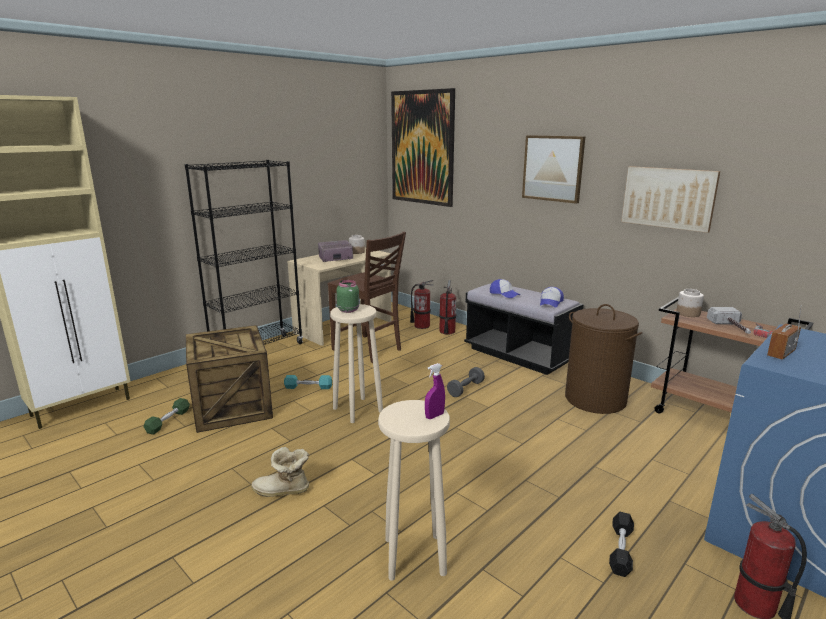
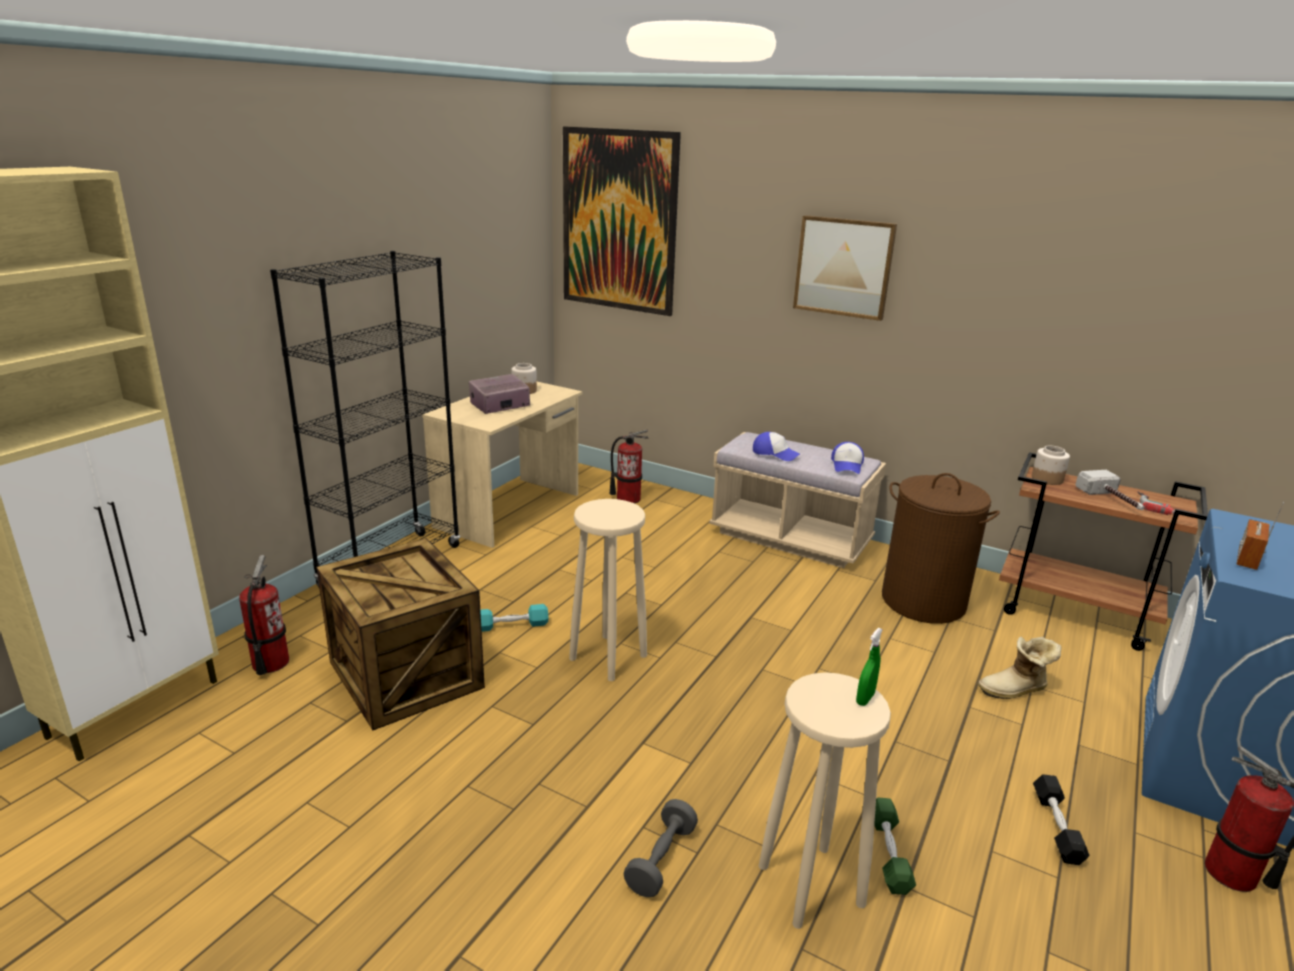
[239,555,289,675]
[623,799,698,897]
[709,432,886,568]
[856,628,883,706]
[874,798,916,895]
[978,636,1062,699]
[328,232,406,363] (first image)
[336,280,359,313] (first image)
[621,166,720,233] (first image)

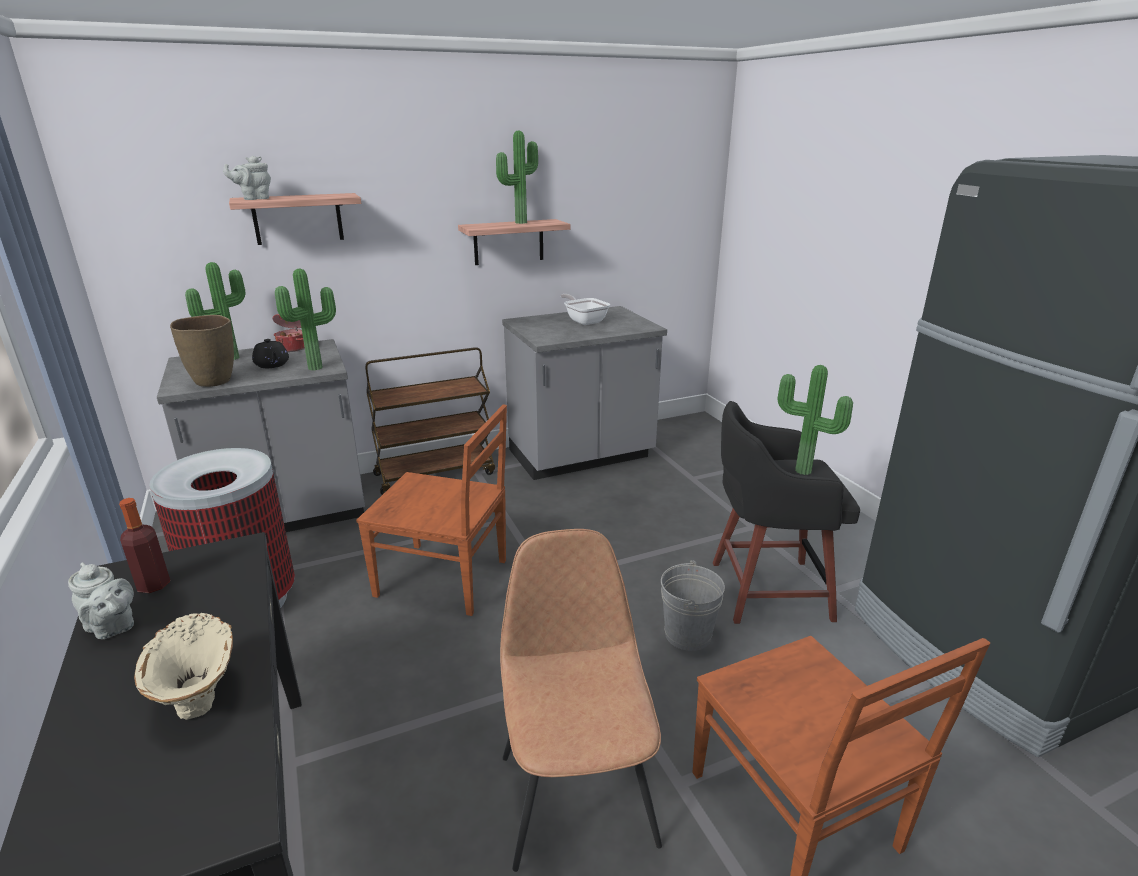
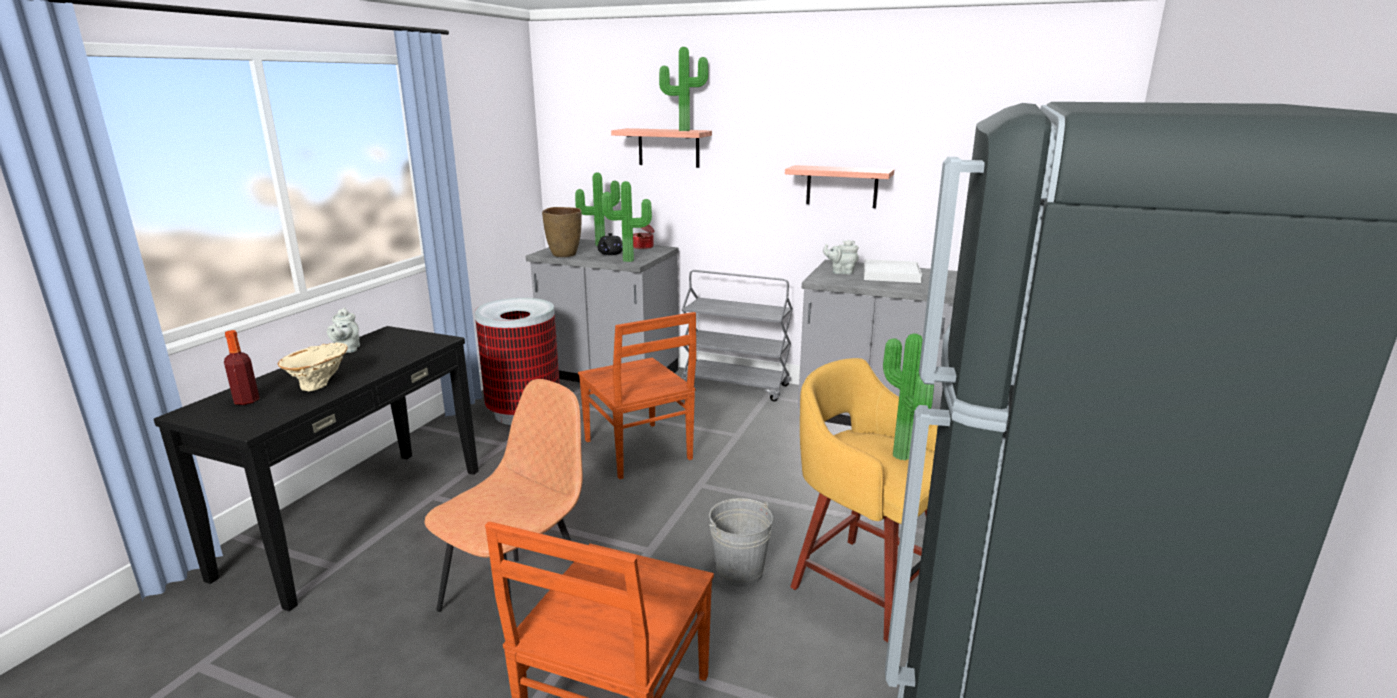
[224,330,260,405]
[659,47,708,131]
[681,270,793,401]
[790,358,938,642]
[823,240,859,275]
[864,259,922,283]

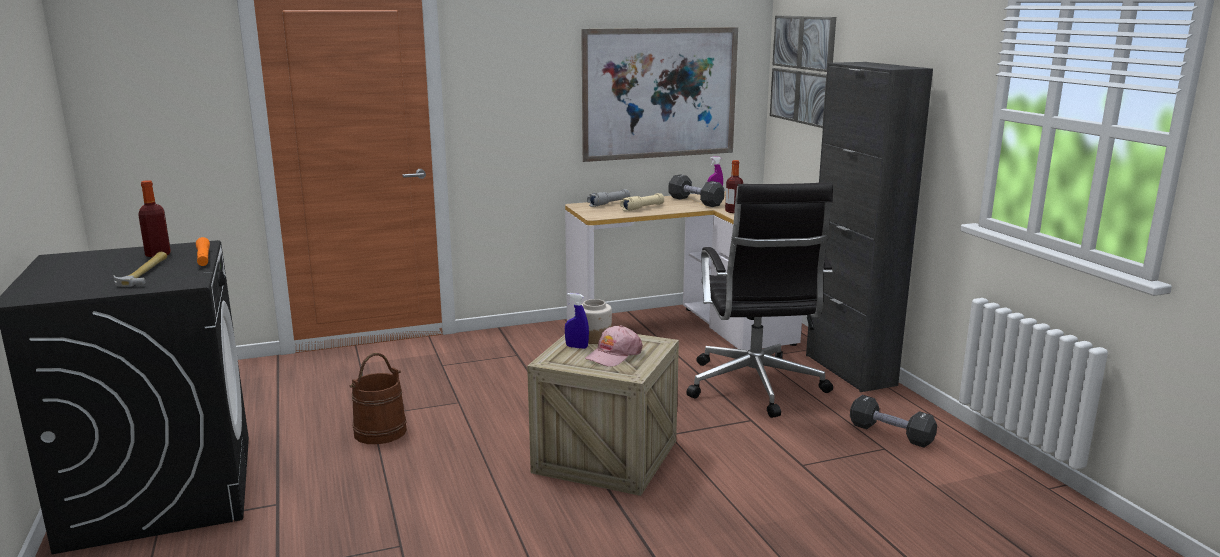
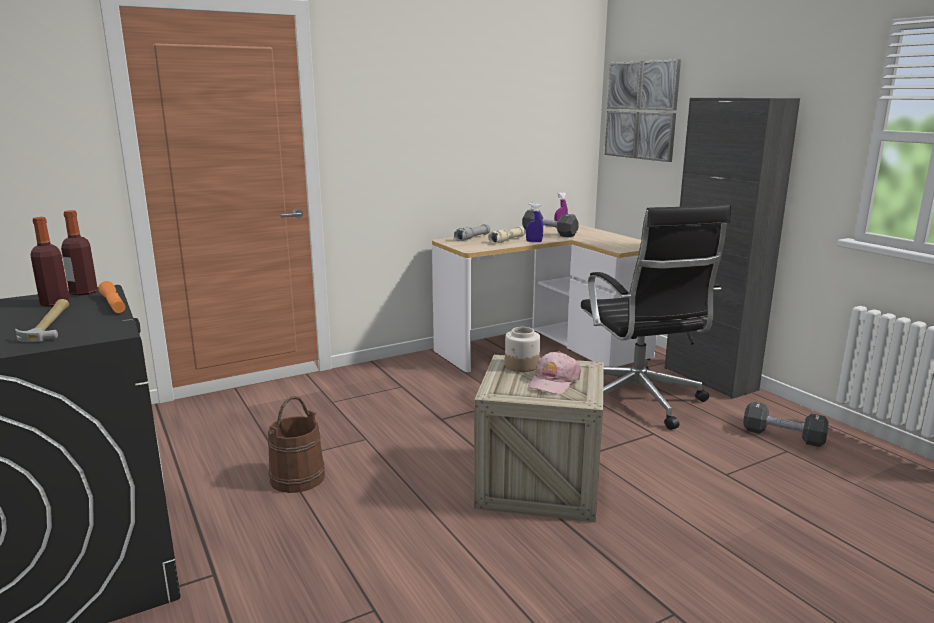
[61,210,97,296]
[526,203,543,242]
[581,27,738,162] (first image)

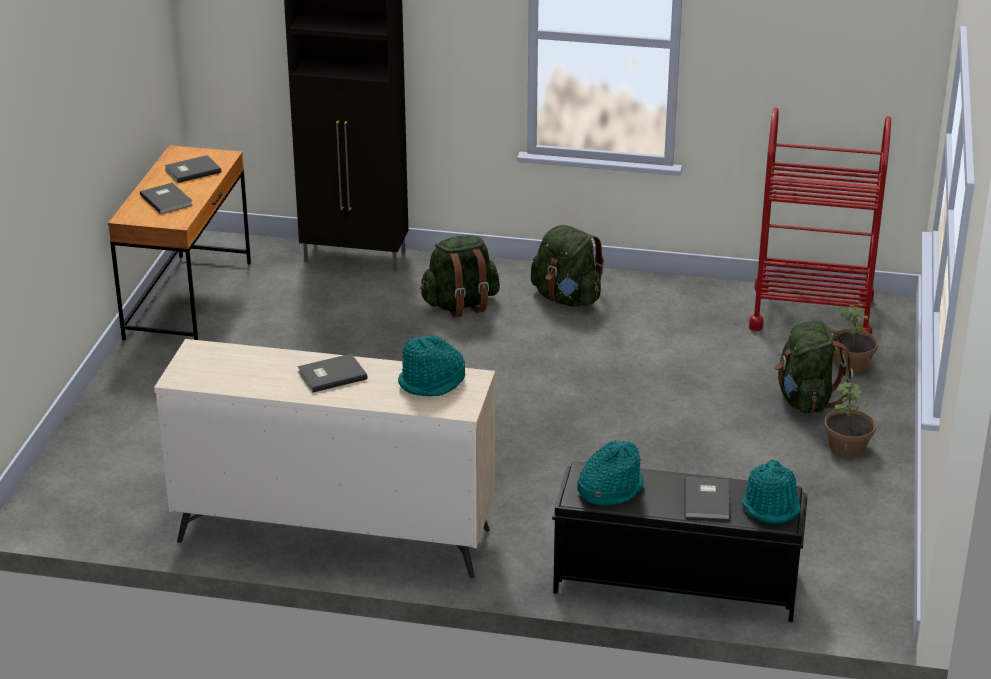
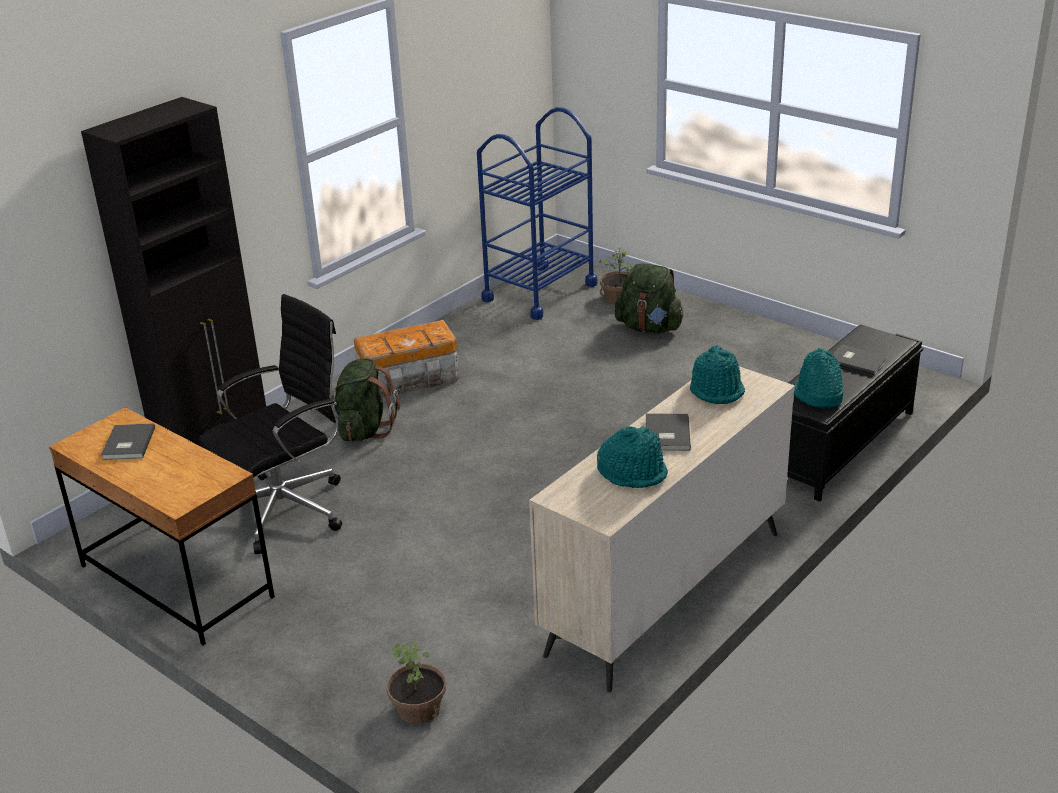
[199,294,342,554]
[354,320,459,398]
[386,642,446,724]
[477,107,597,320]
[597,426,668,488]
[140,183,193,214] (first image)

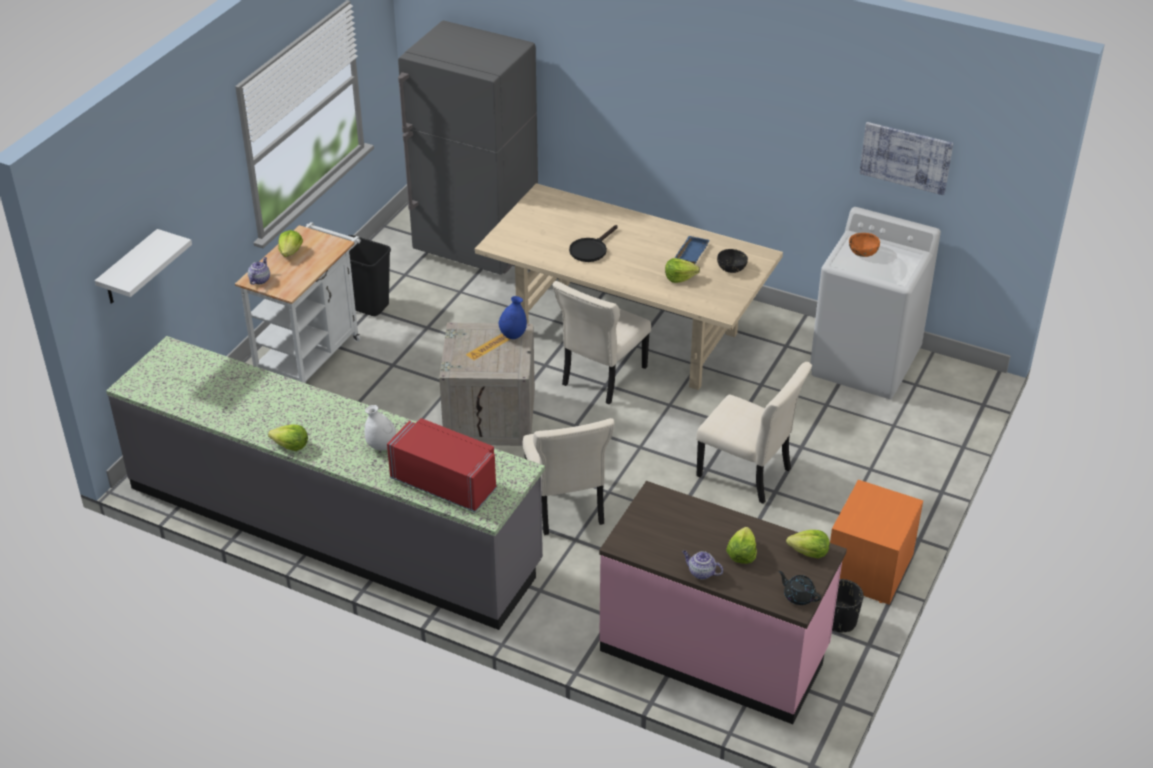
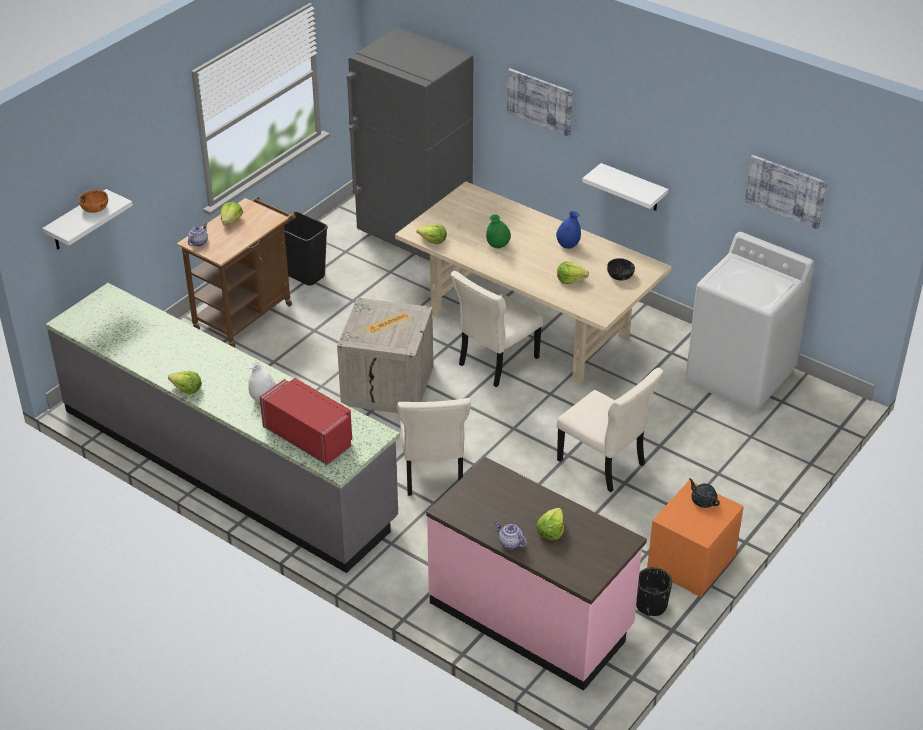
[78,190,108,213]
[177,196,296,348]
[417,224,447,244]
[486,214,511,248]
[507,68,573,137]
[556,211,581,249]
[582,163,669,211]
[689,478,720,508]
[675,236,709,264] (first image)

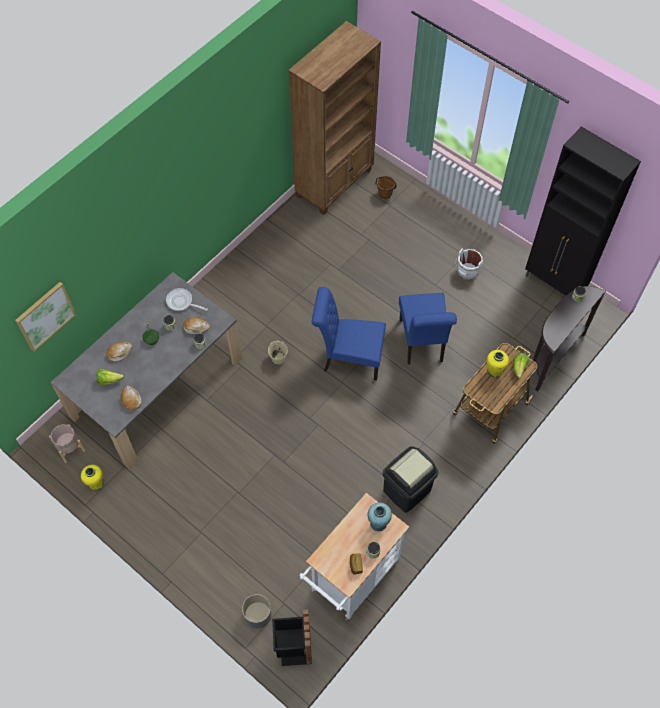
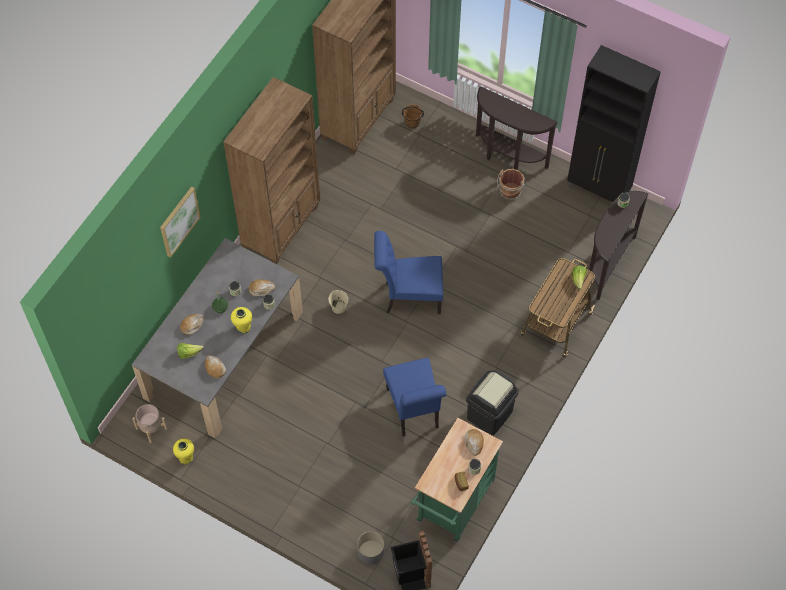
[160,187,201,257]
[223,77,320,264]
[231,307,252,334]
[383,358,446,437]
[411,418,503,543]
[465,429,484,456]
[476,86,558,170]
[497,169,525,200]
[166,288,208,311] (first image)

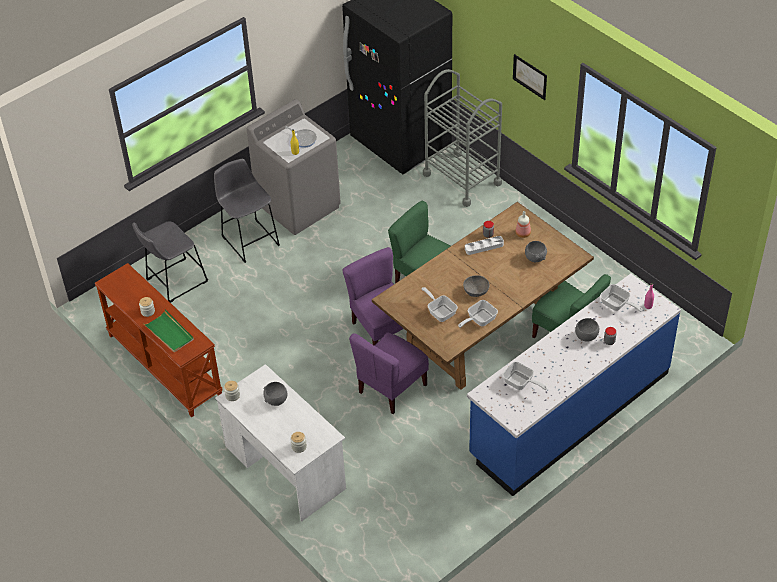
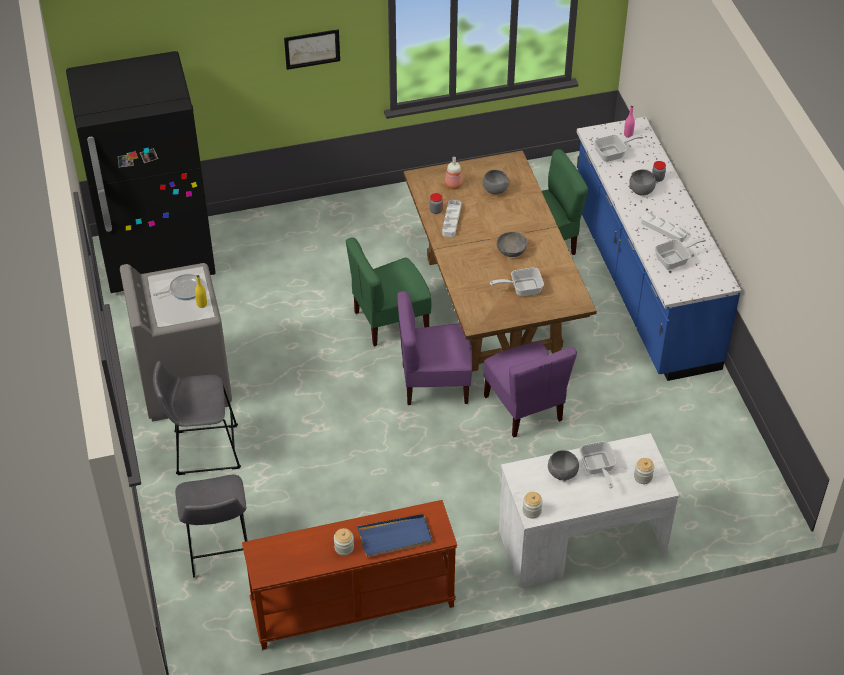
[358,514,433,557]
[580,441,617,489]
[641,212,687,242]
[423,69,502,207] (first image)

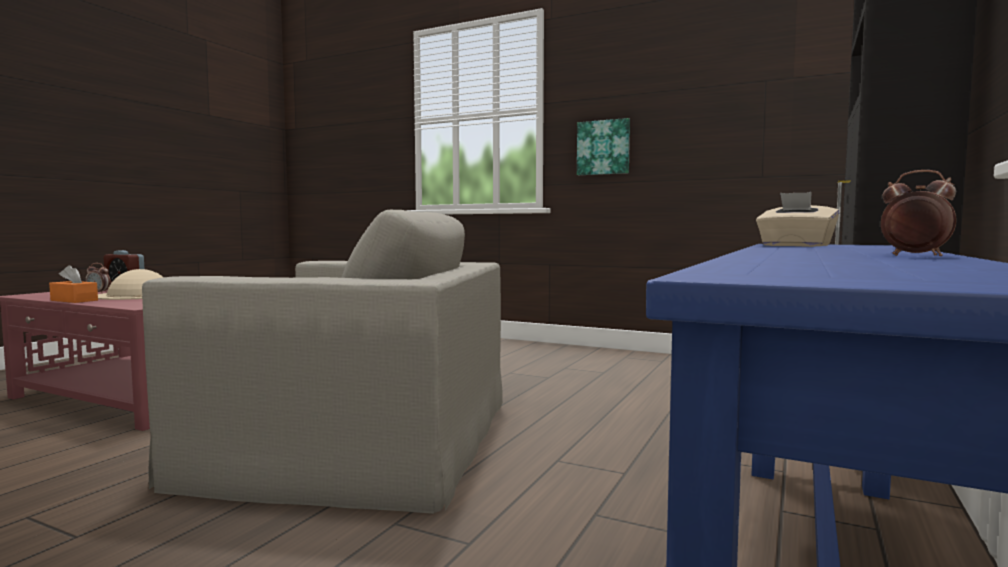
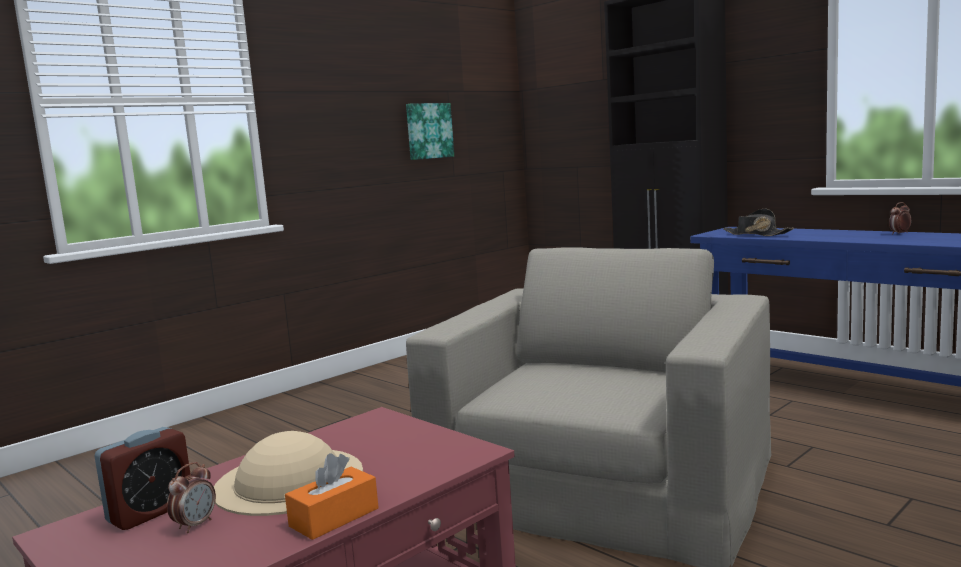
[406,103,454,160]
[723,209,794,236]

